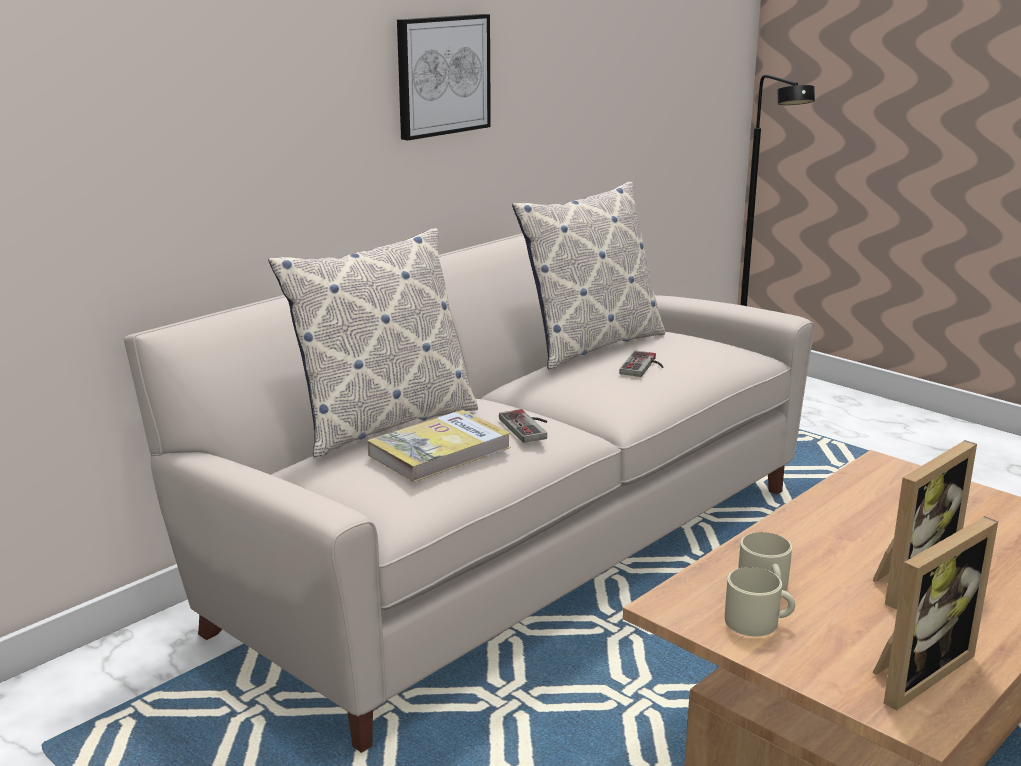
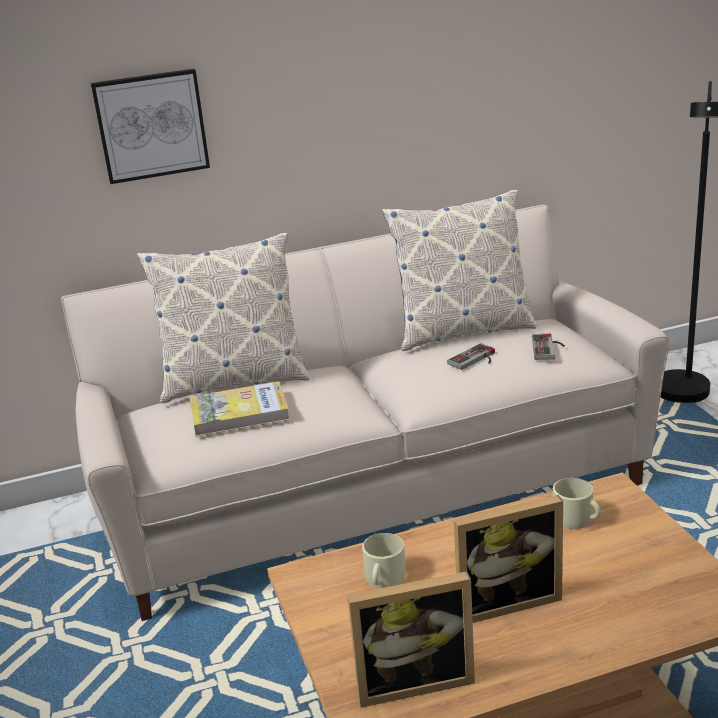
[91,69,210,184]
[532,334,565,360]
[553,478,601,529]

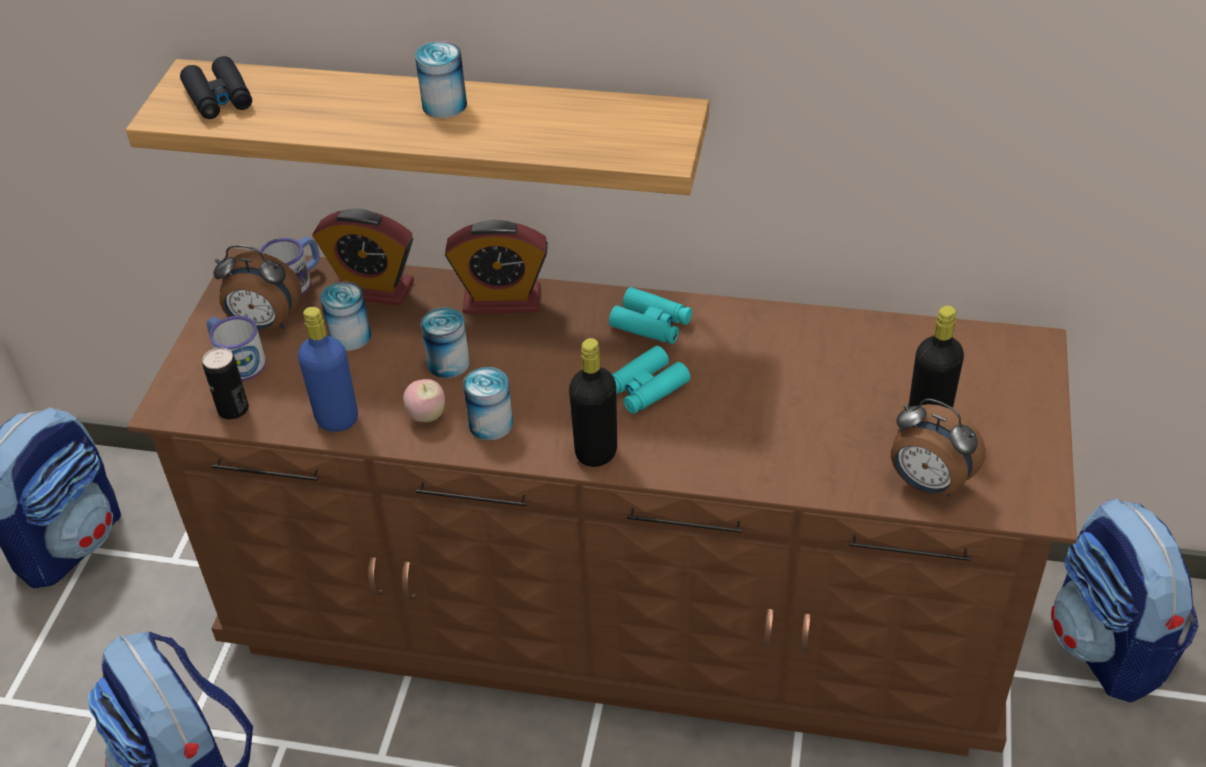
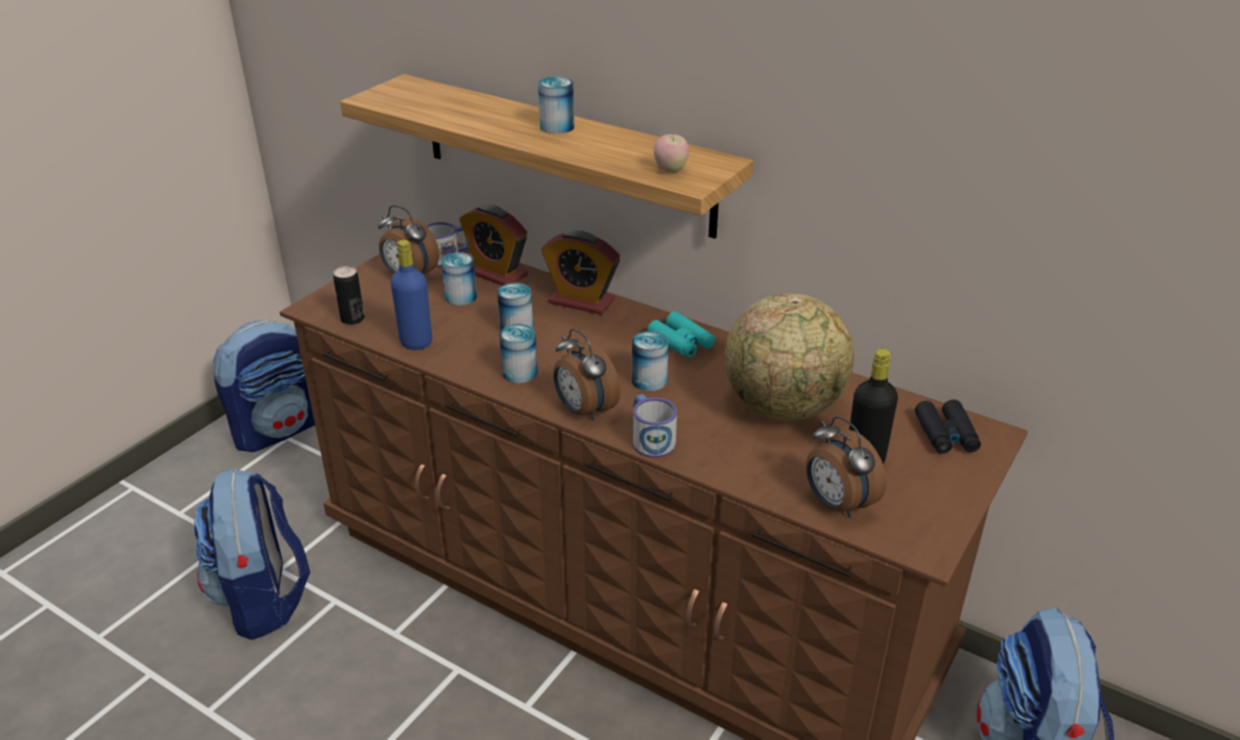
[553,328,620,421]
[632,331,669,391]
[633,394,677,458]
[654,134,689,172]
[724,293,854,420]
[915,400,981,454]

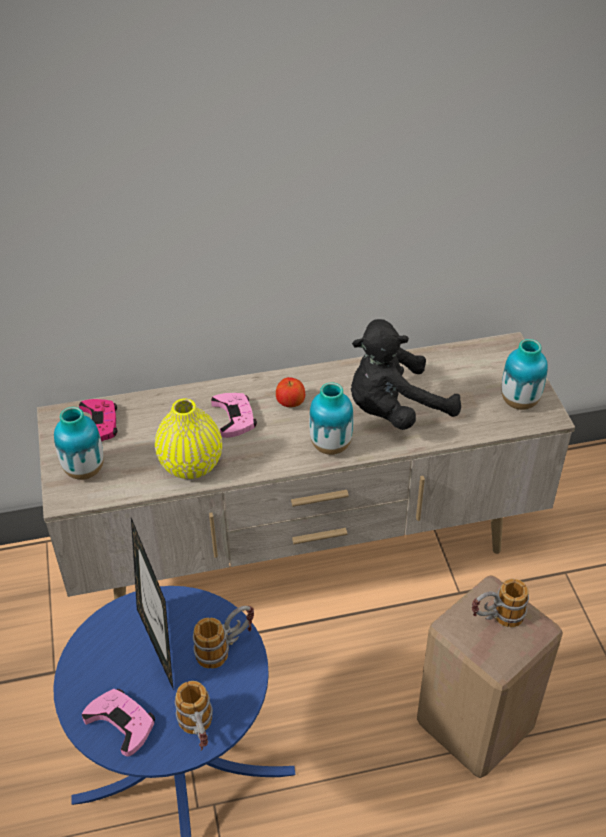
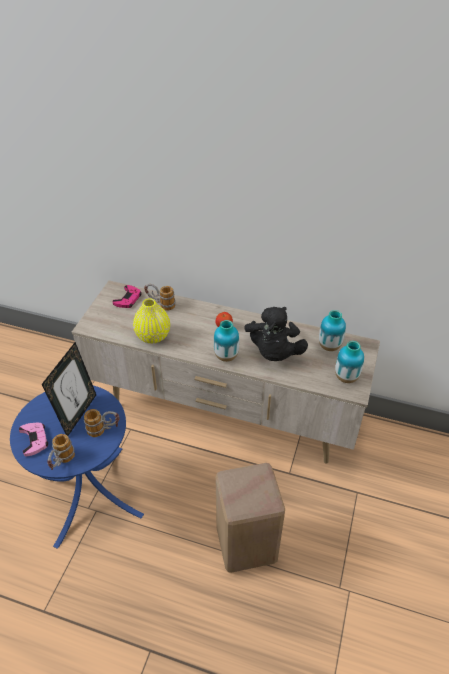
[144,284,175,311]
[245,307,308,361]
[319,310,346,351]
[211,393,257,438] (first image)

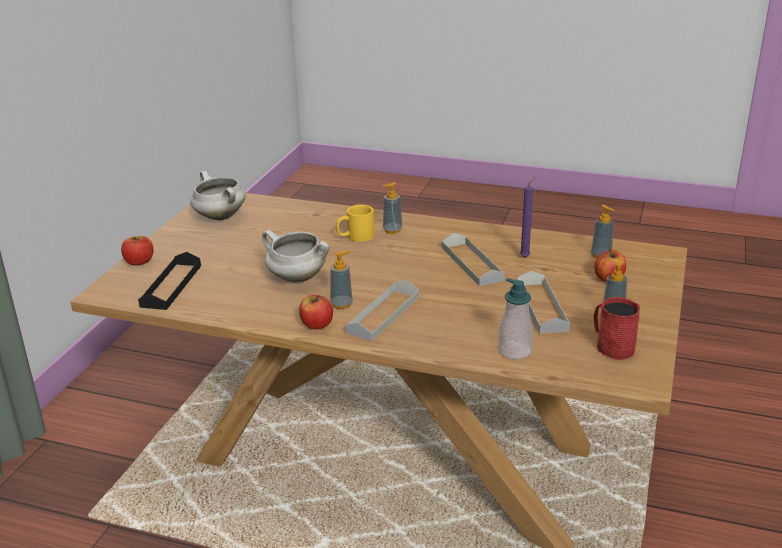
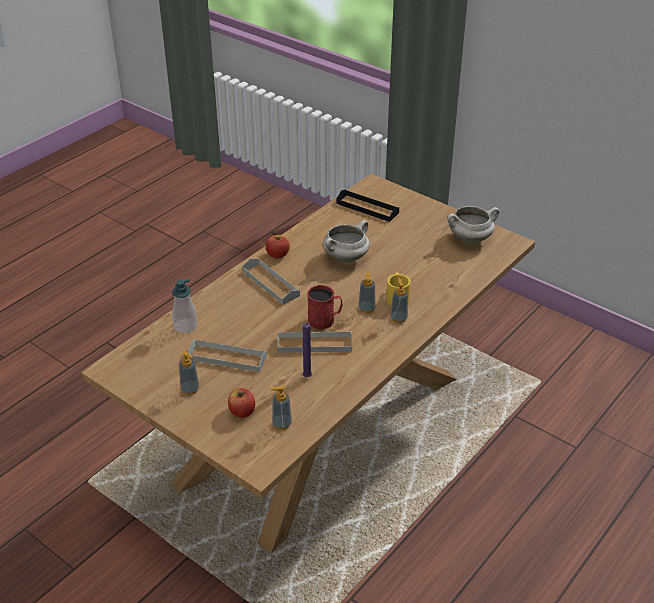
[307,285,342,329]
[358,271,376,313]
[121,236,154,266] (first image)

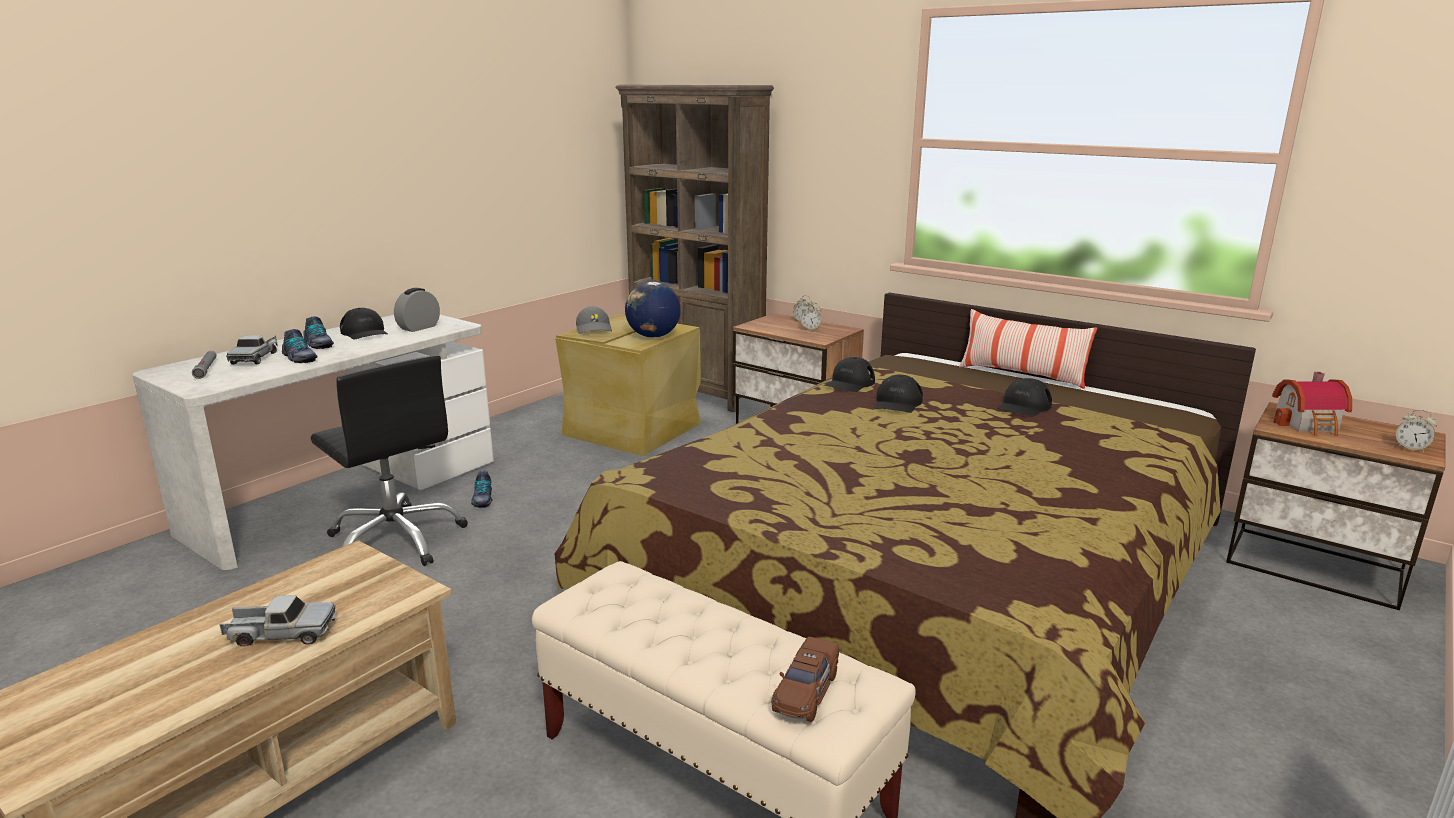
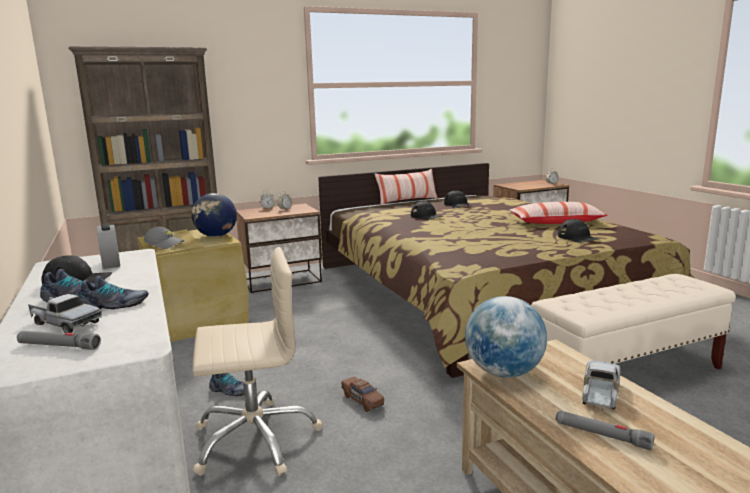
[193,247,323,477]
[341,377,384,412]
[465,296,547,378]
[509,202,608,224]
[556,410,655,450]
[558,219,600,243]
[1272,372,1352,436] (first image)

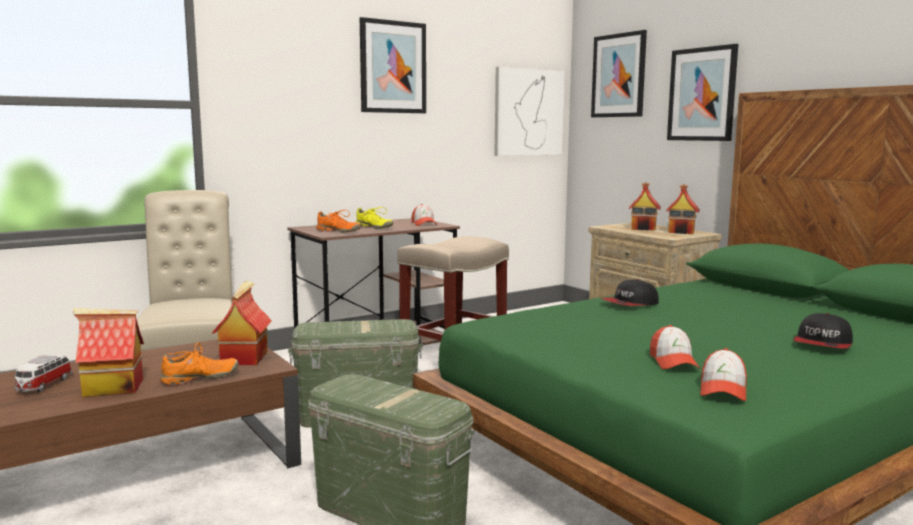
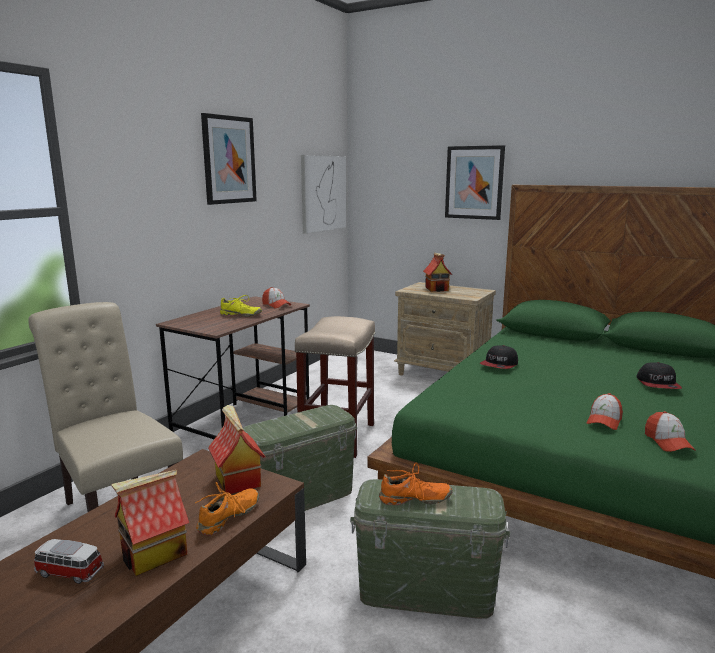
[34,539,104,584]
[379,463,452,505]
[587,393,623,430]
[591,30,647,117] (first image)
[666,184,700,234] (first image)

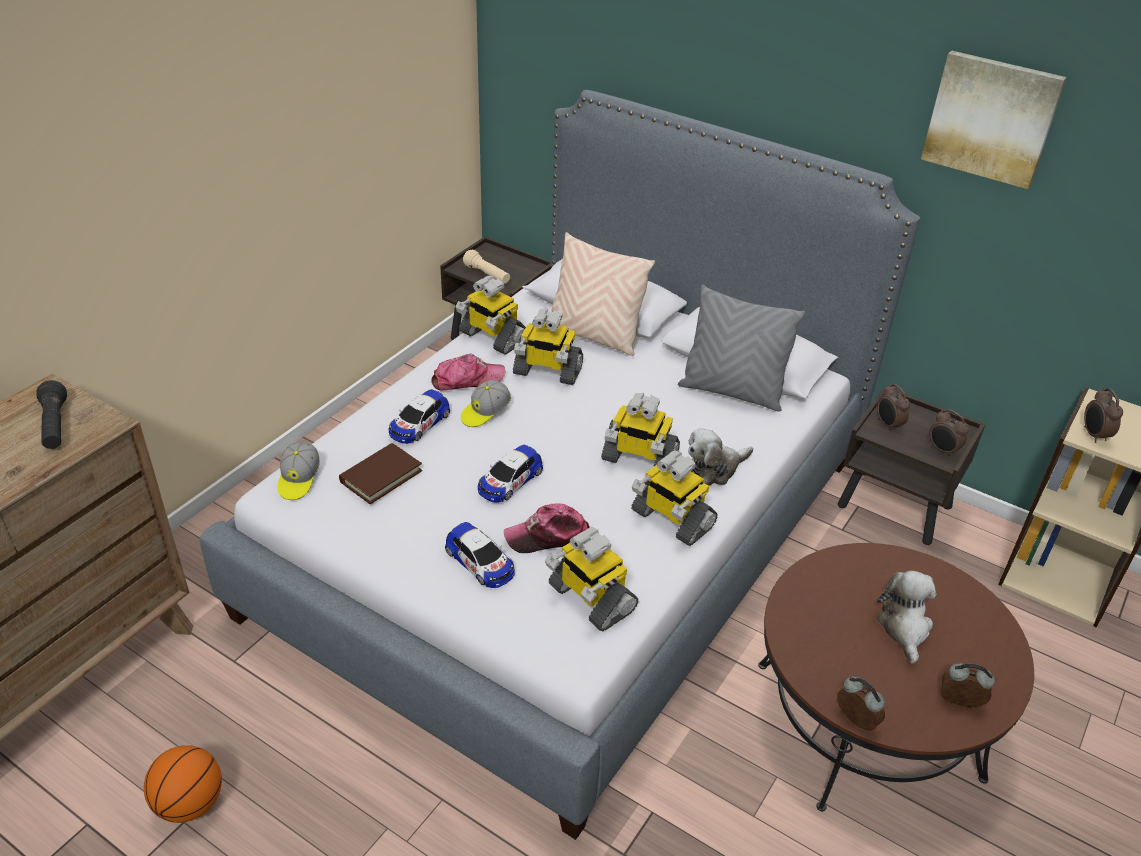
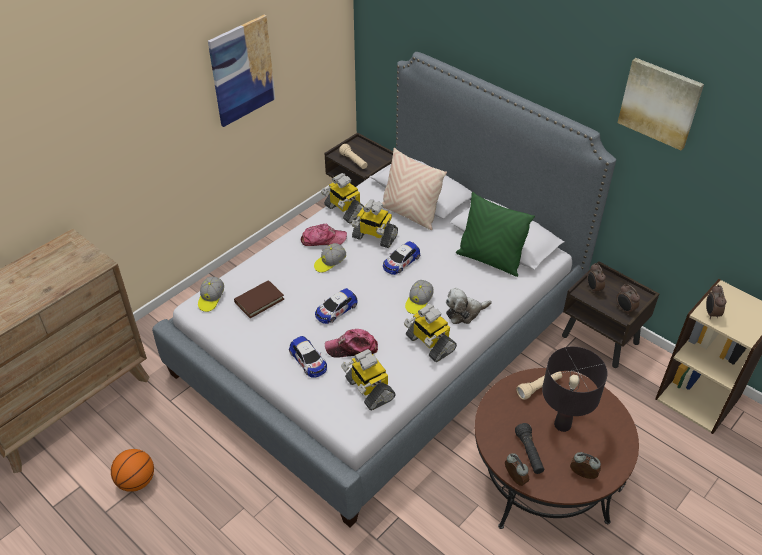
[208,15,275,127]
[383,241,420,275]
[405,280,434,314]
[456,192,535,277]
[515,423,544,474]
[516,371,562,400]
[542,347,608,432]

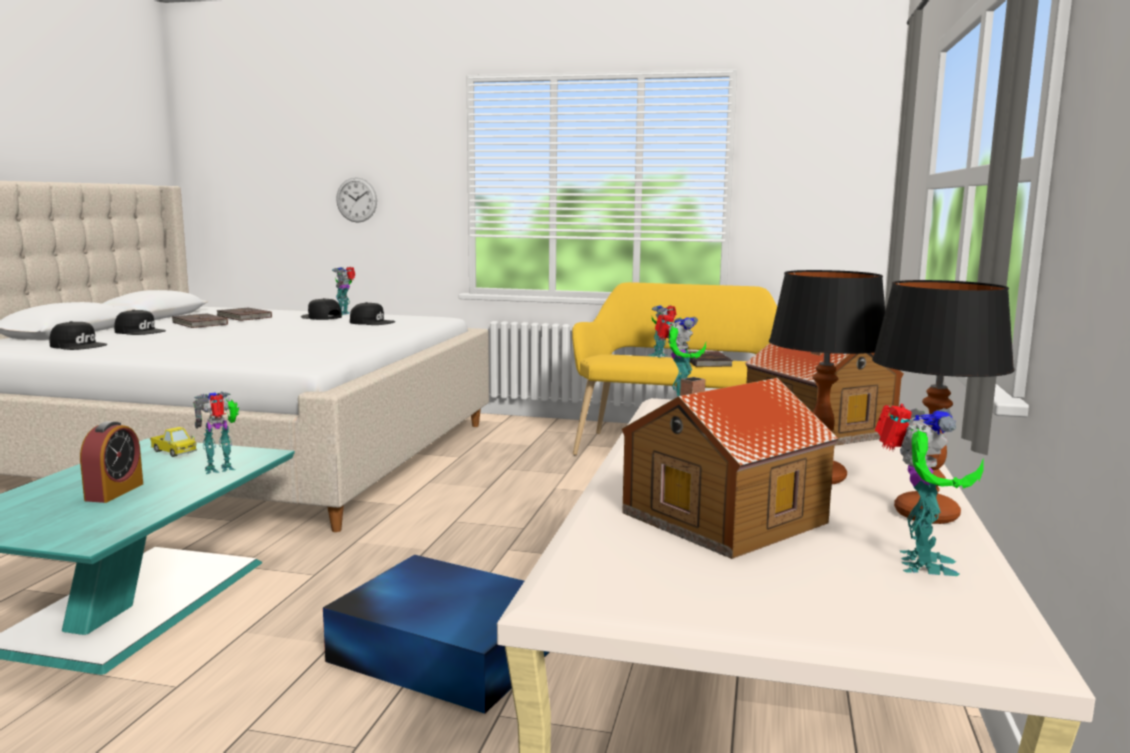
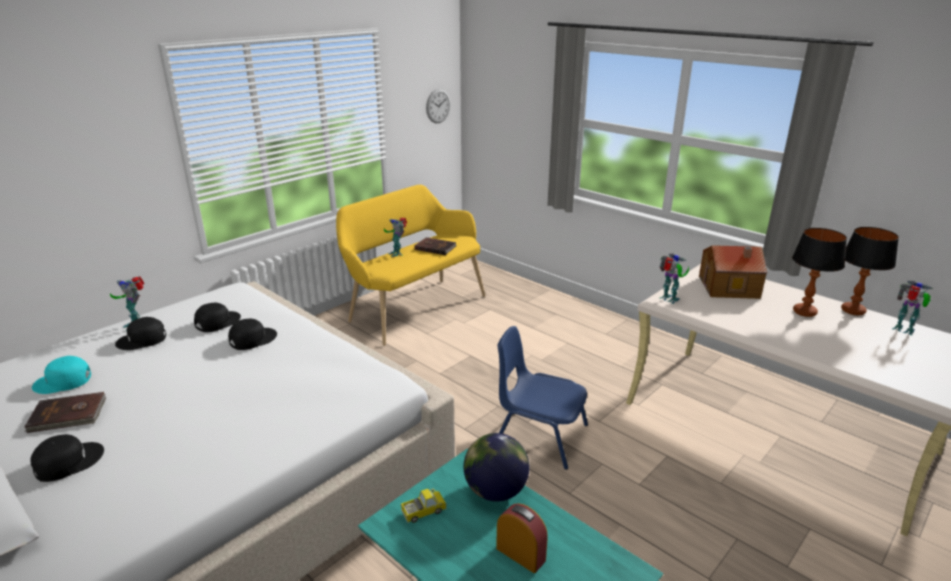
[32,356,91,394]
[228,319,277,350]
[426,89,451,123]
[464,433,530,502]
[497,326,588,470]
[323,555,550,714] (first image)
[622,377,838,559] (first image)

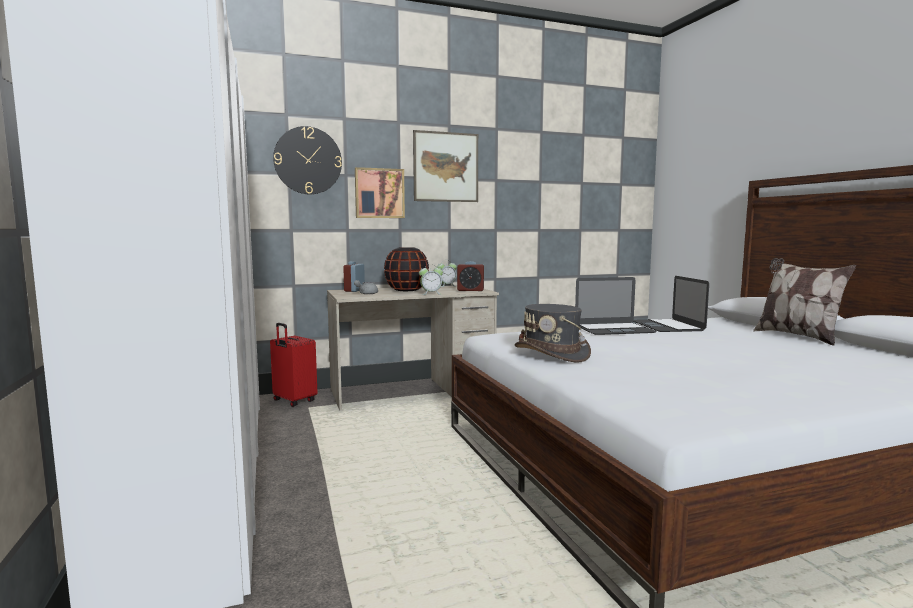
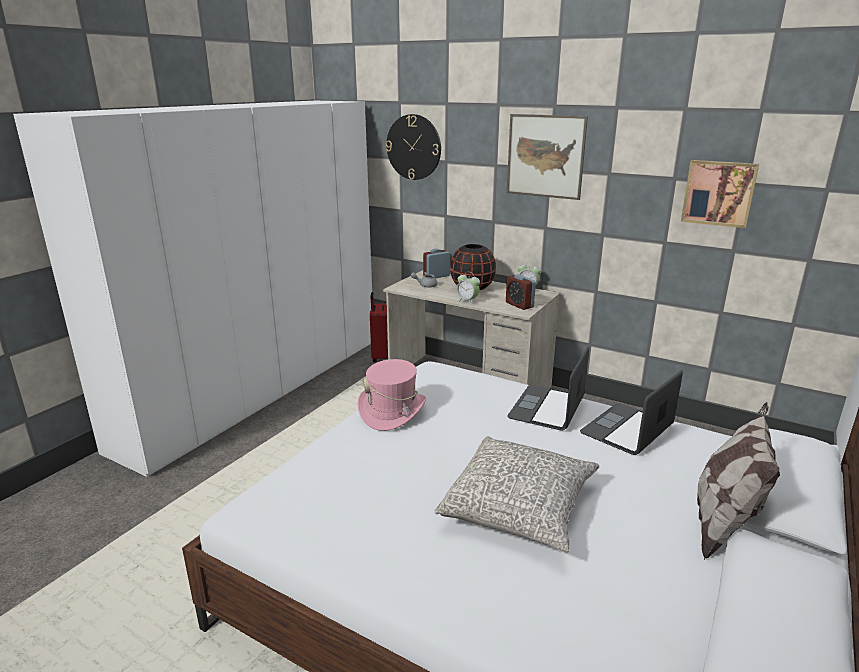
[358,359,426,431]
[434,436,599,553]
[507,346,589,431]
[681,160,759,228]

